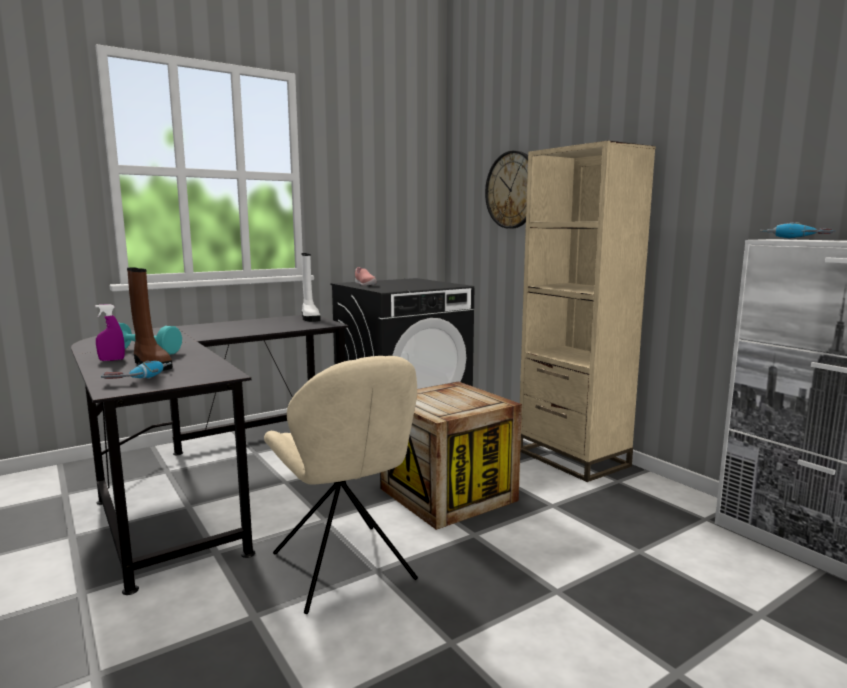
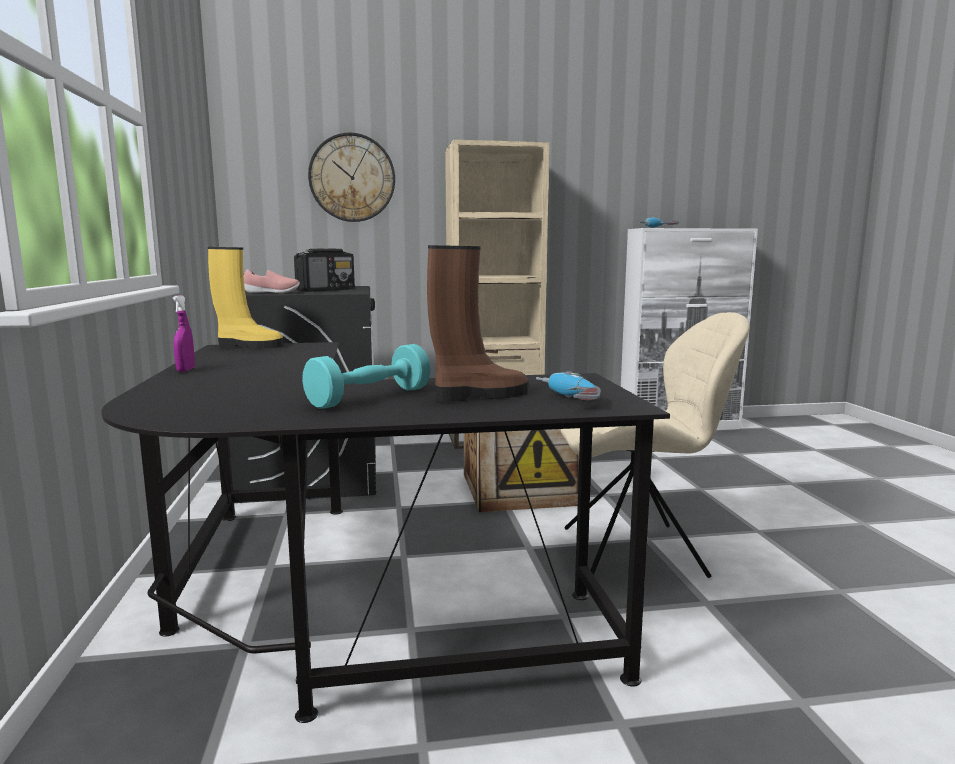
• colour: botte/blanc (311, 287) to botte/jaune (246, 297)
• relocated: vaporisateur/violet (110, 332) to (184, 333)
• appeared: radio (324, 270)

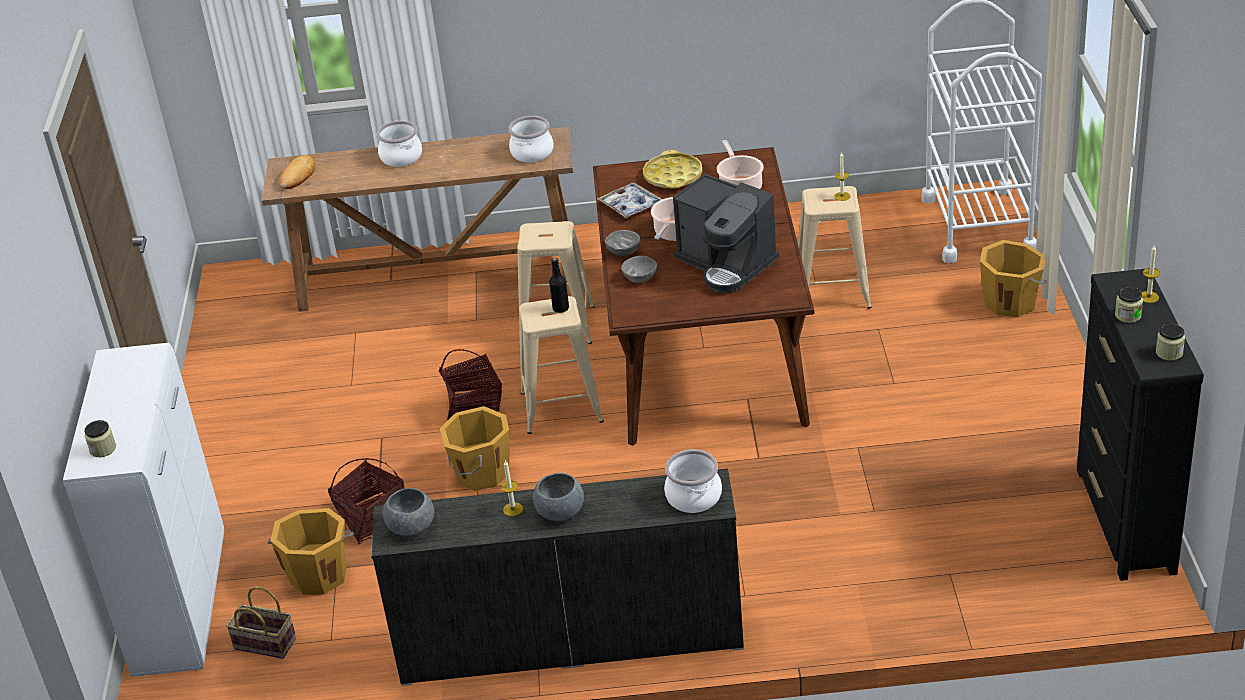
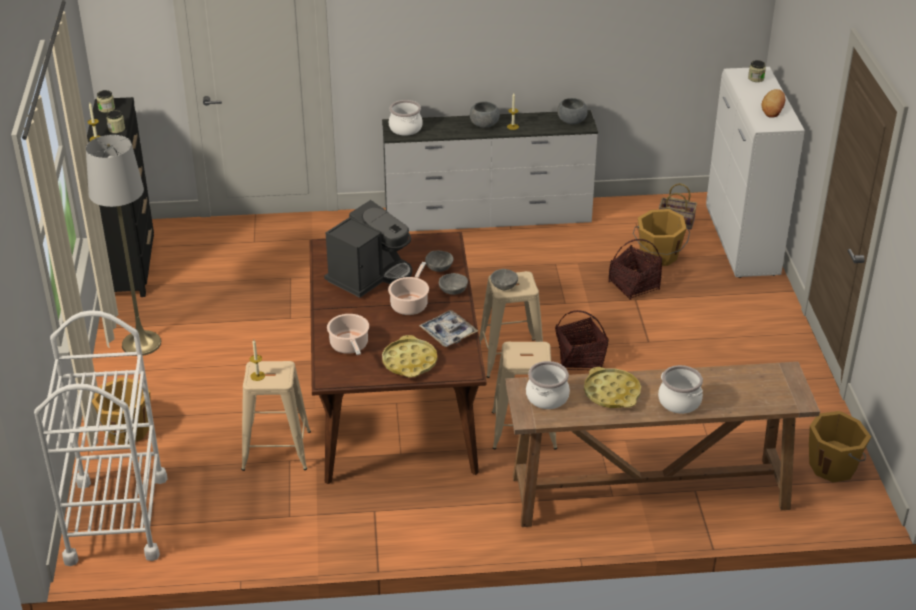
• relocated: pain (297, 172) to (773, 103)
• spun: machine à café (726, 233) = (368, 249) 90 degrees clockwise
• exchanged: bouteille/noir (559, 285) to bol/gris (504, 279)
• relocated: seau/orange (475, 448) to (840, 447)
• appeared: lampadaire/gris (123, 245)
• appeared: plateau/jaune (612, 387)

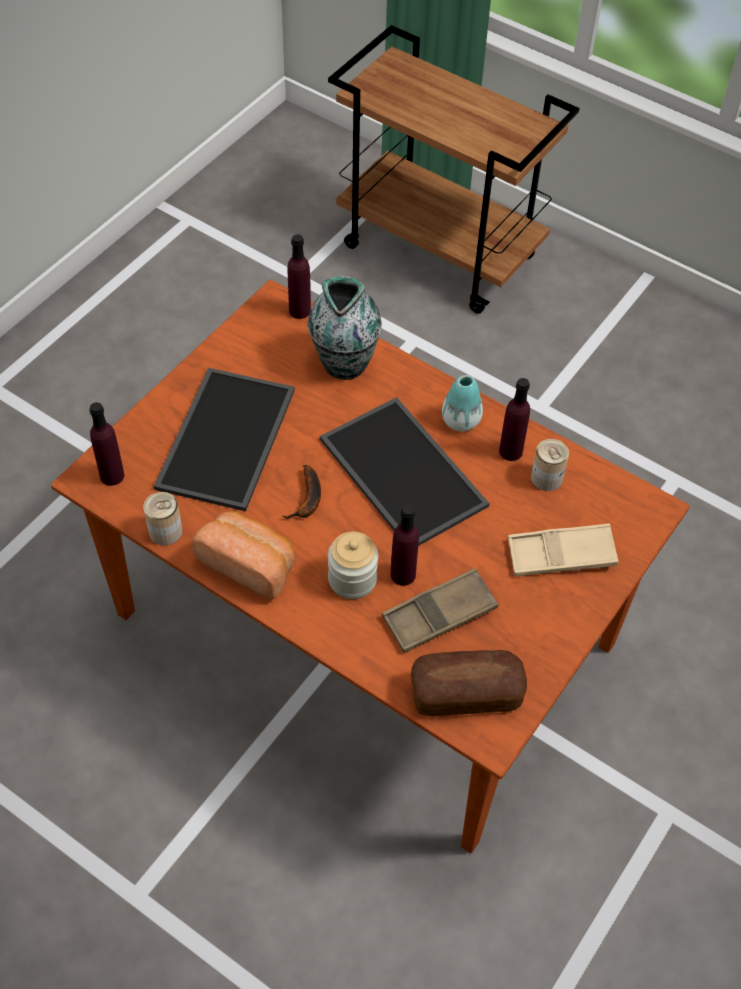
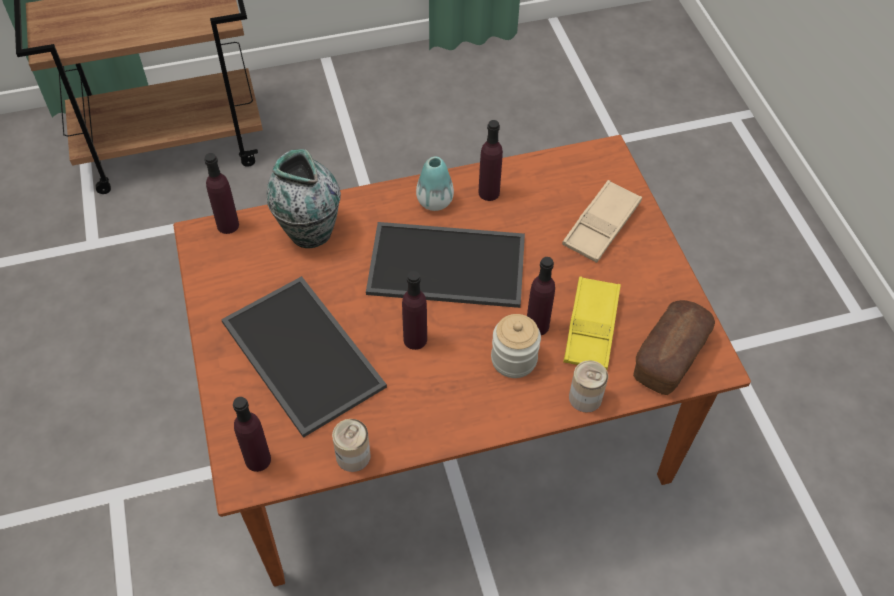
• relocated: boîte métallique (550, 465) to (588, 386)
• exchanged: banane (301, 492) to bouteille/violet (414, 310)
• missing: pain (243, 555)
• colour: plateau/marron (440, 610) to plateau/jaune (592, 323)

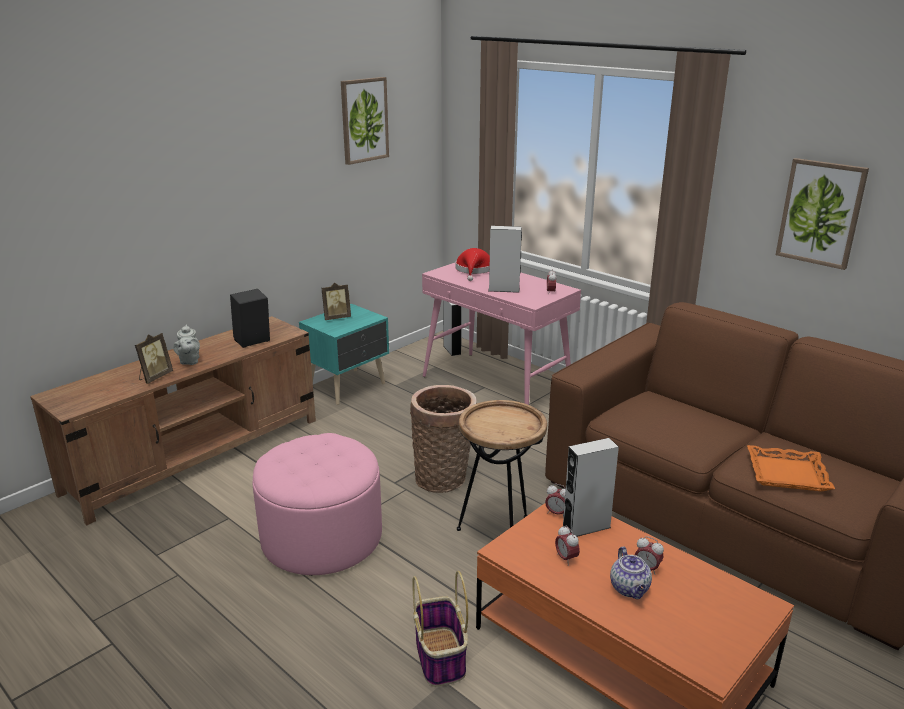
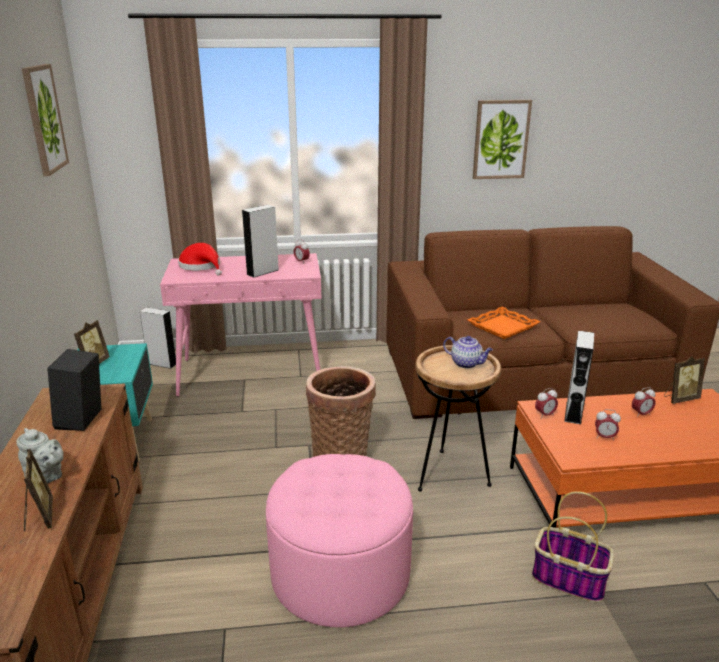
• relocated: plateau/orange (791, 468) to (504, 322)
• relocated: théière (631, 573) to (468, 352)
• appeared: cadre photo (684, 380)

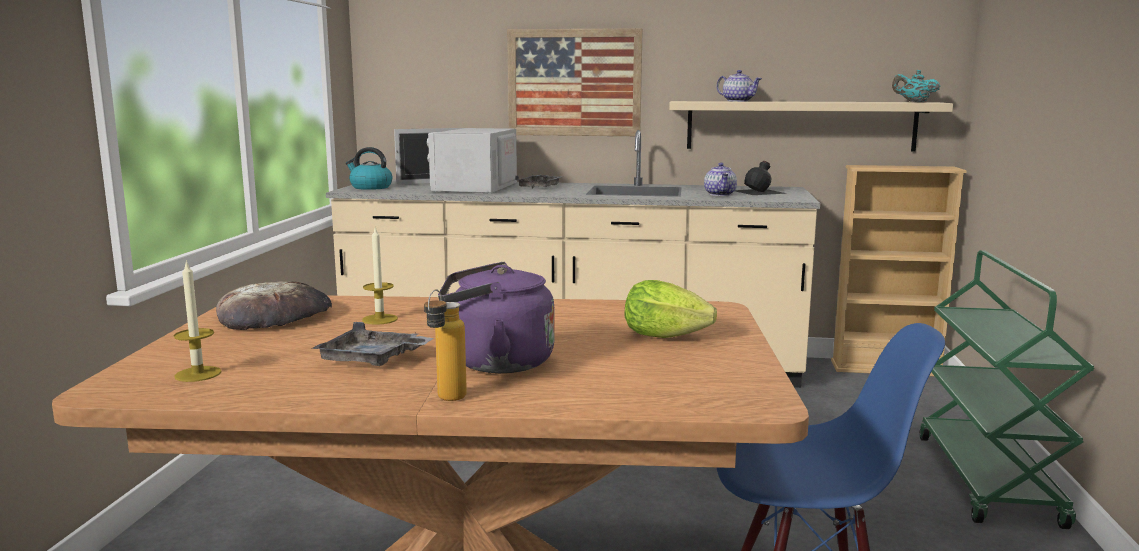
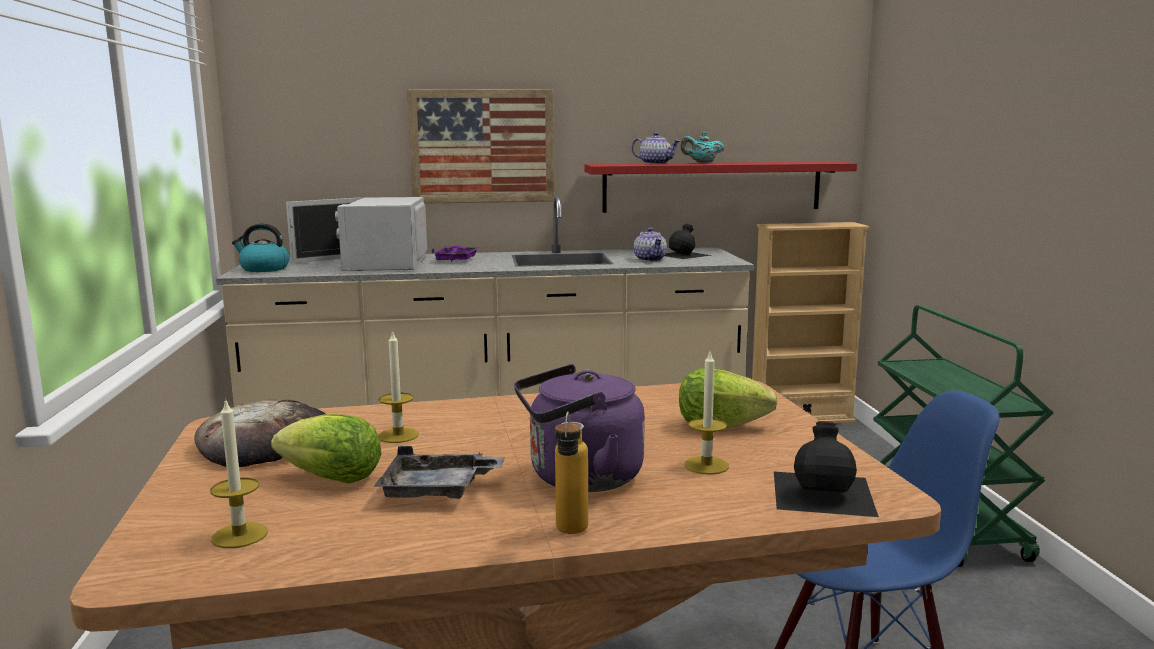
• relocated: théière/turquoise (916, 86) to (702, 147)
• colour: étagère/beige (811, 126) to étagère/rouge (720, 187)
• colour: plateau/gris (539, 181) to plateau/violet (455, 254)
• appeared: bougie (706, 413)
• appeared: laitue (326, 449)
• appeared: bouteille/noir (826, 469)

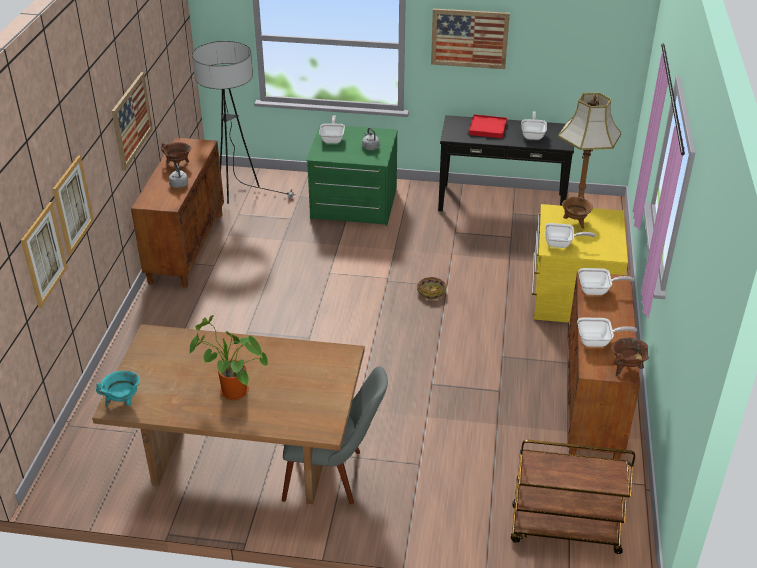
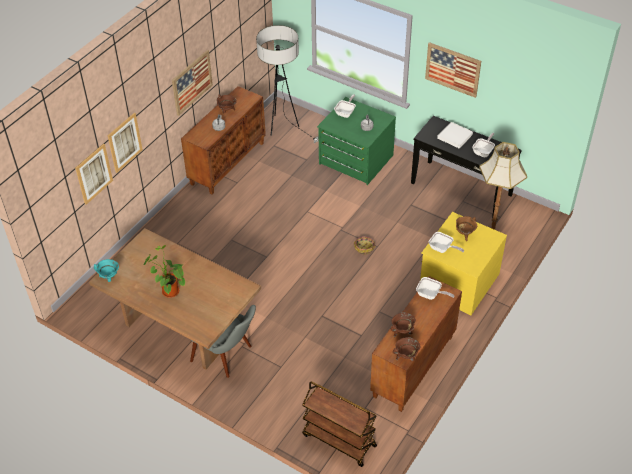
• colour: plateau/rouge (488, 126) to plateau/blanc (455, 135)
• exchanged: poêle (607, 332) to marmite/marron (403, 324)

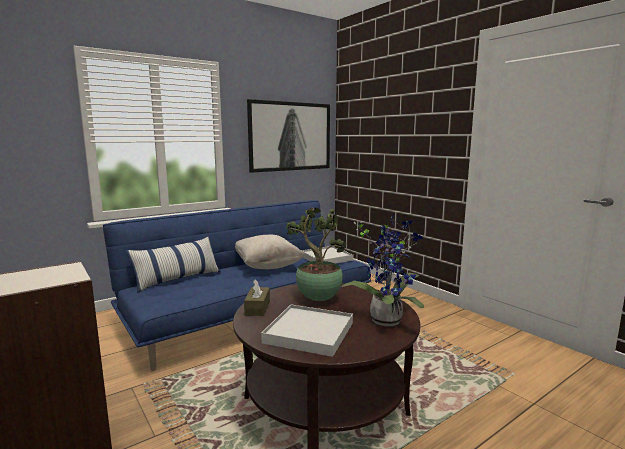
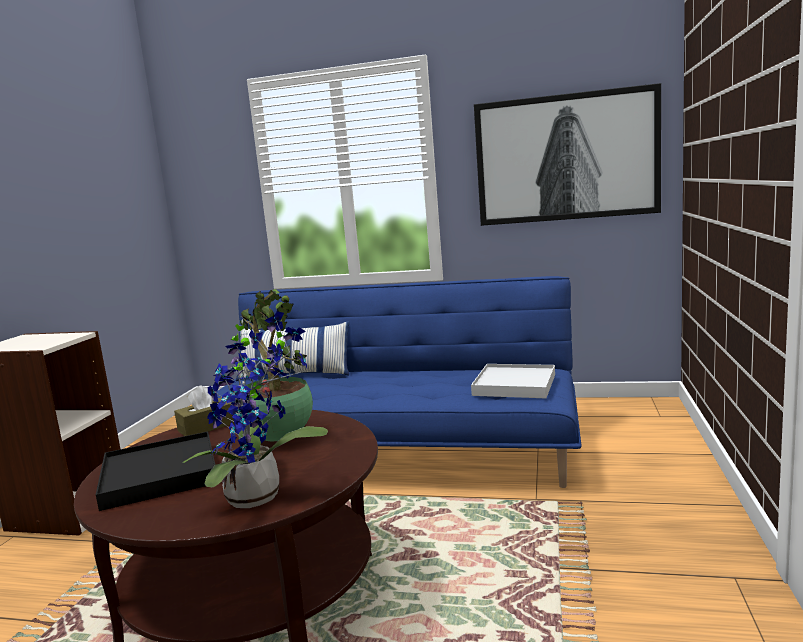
• missing: coussin/beige (270, 251)
• colour: plateau/blanc (307, 330) to plateau/noir (155, 471)

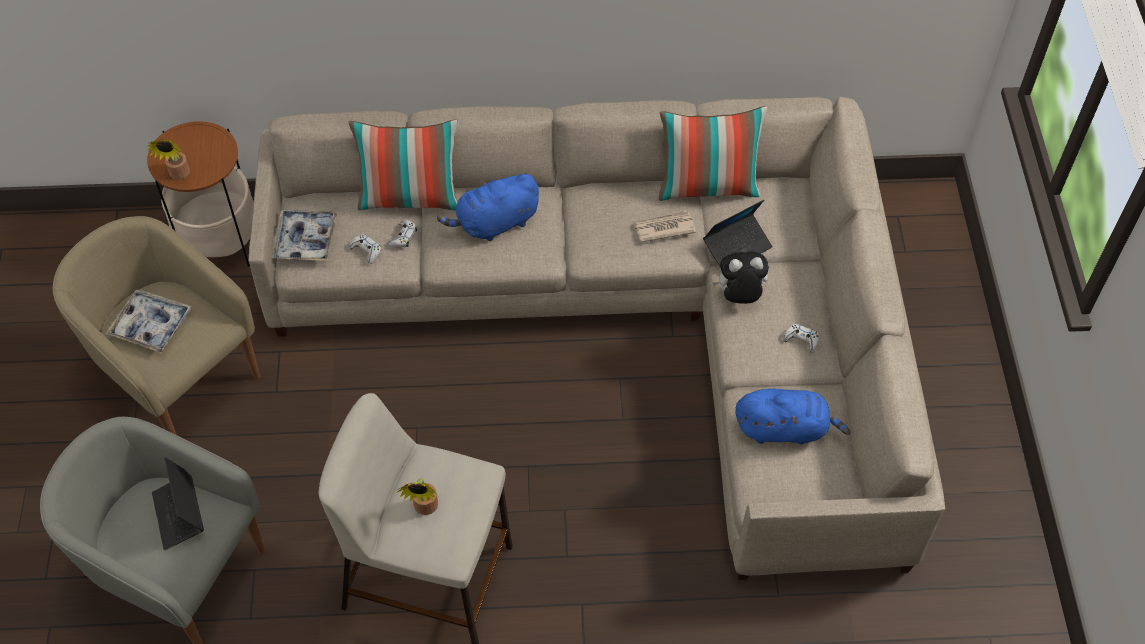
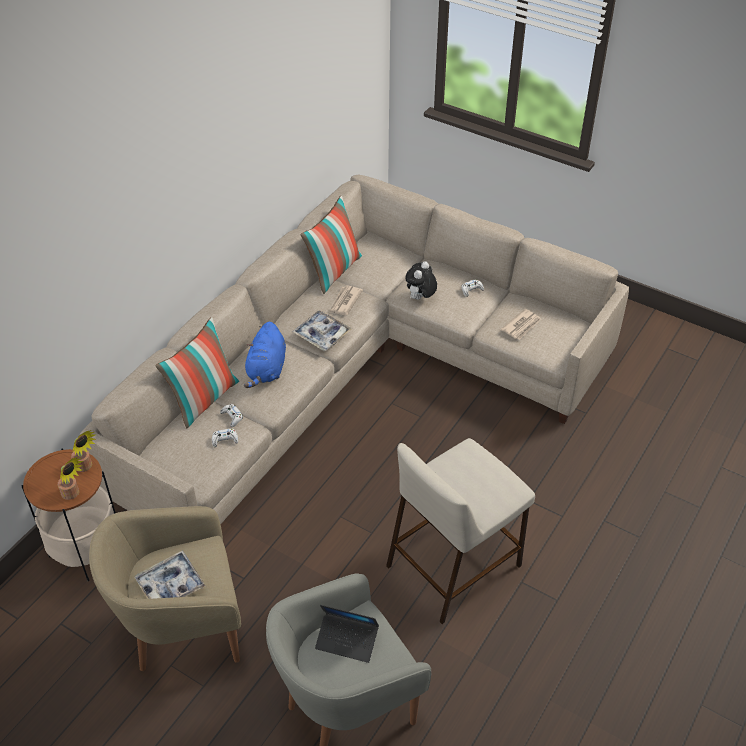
• missing: ordinateur portable (738, 233)
• relocated: plateau (305, 235) to (322, 330)
• exchanged: peluche/bleu (793, 416) to journal (521, 324)
• relocated: plante en pot (418, 496) to (83, 451)

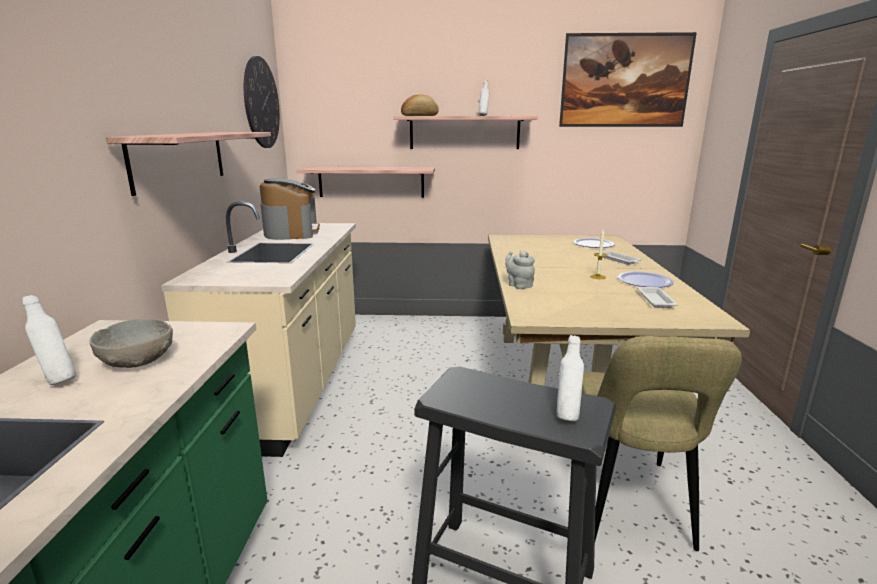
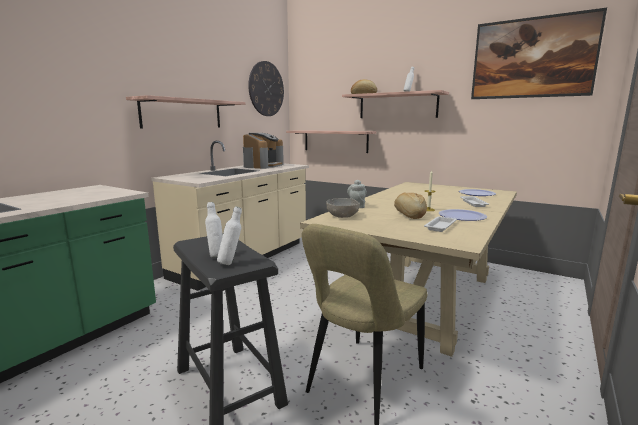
• relocated: bouteille/blanc (49, 340) to (214, 229)
• relocated: bol/gris (131, 343) to (343, 208)
• appeared: pain (410, 205)

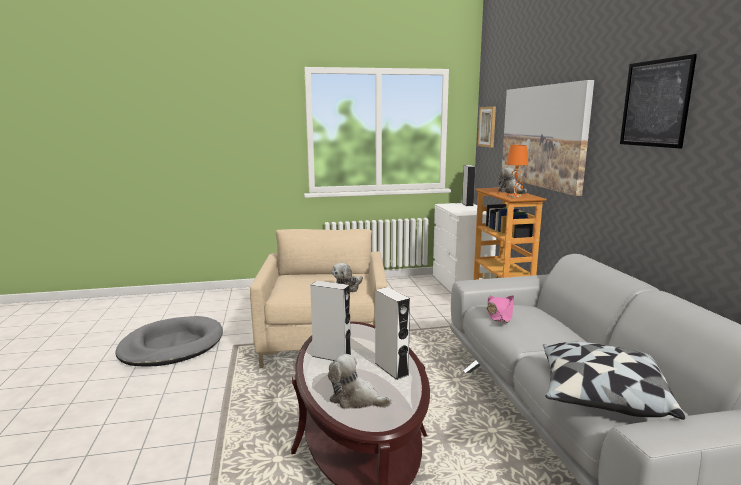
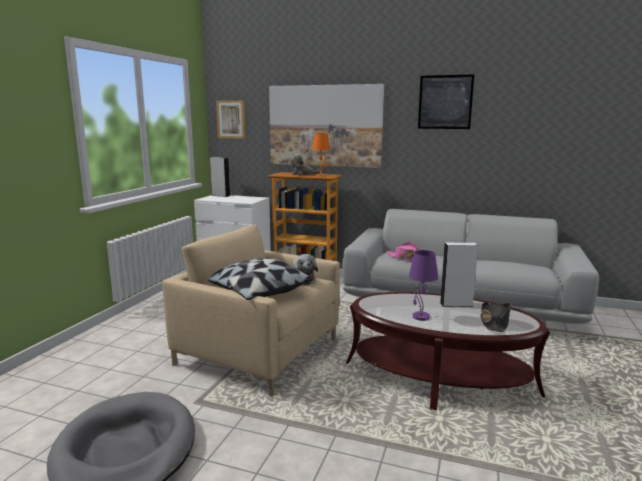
• exchanged: enceinte/gris (330, 321) to lampe de table/violet (423, 285)
• relocated: coussin (614, 381) to (260, 279)
• exchanged: peluche (360, 381) to chapeau/noir (495, 317)

